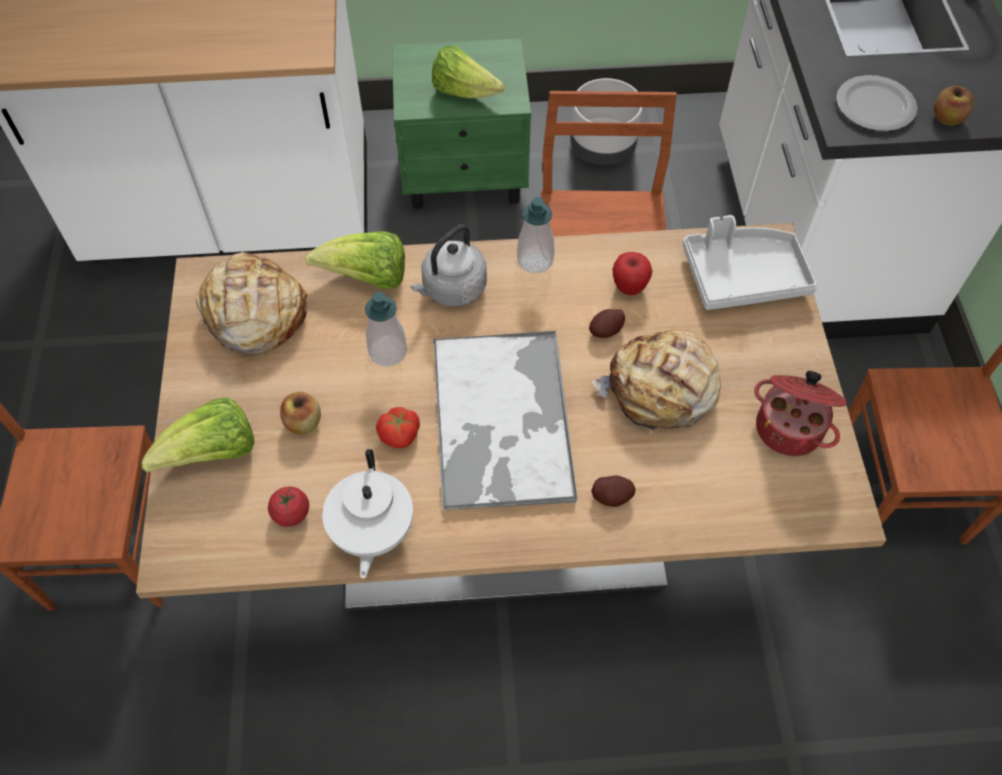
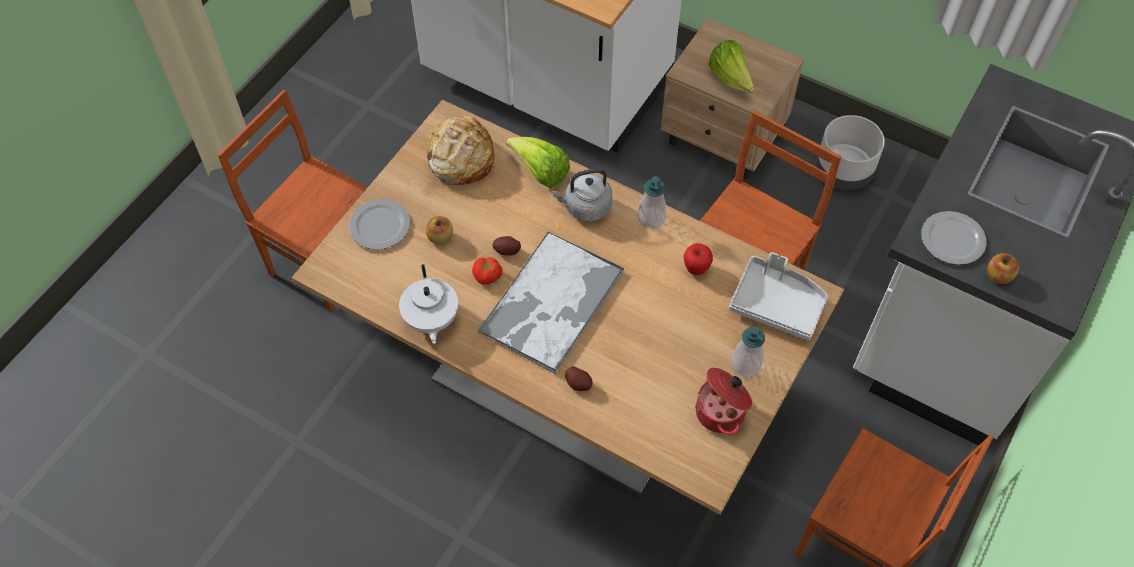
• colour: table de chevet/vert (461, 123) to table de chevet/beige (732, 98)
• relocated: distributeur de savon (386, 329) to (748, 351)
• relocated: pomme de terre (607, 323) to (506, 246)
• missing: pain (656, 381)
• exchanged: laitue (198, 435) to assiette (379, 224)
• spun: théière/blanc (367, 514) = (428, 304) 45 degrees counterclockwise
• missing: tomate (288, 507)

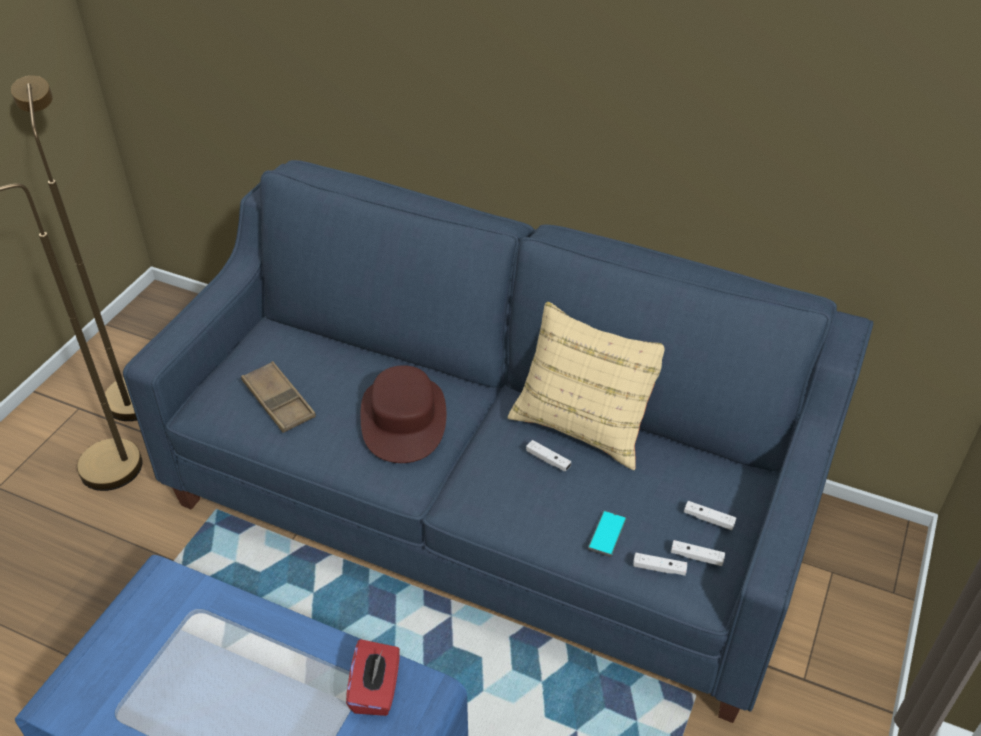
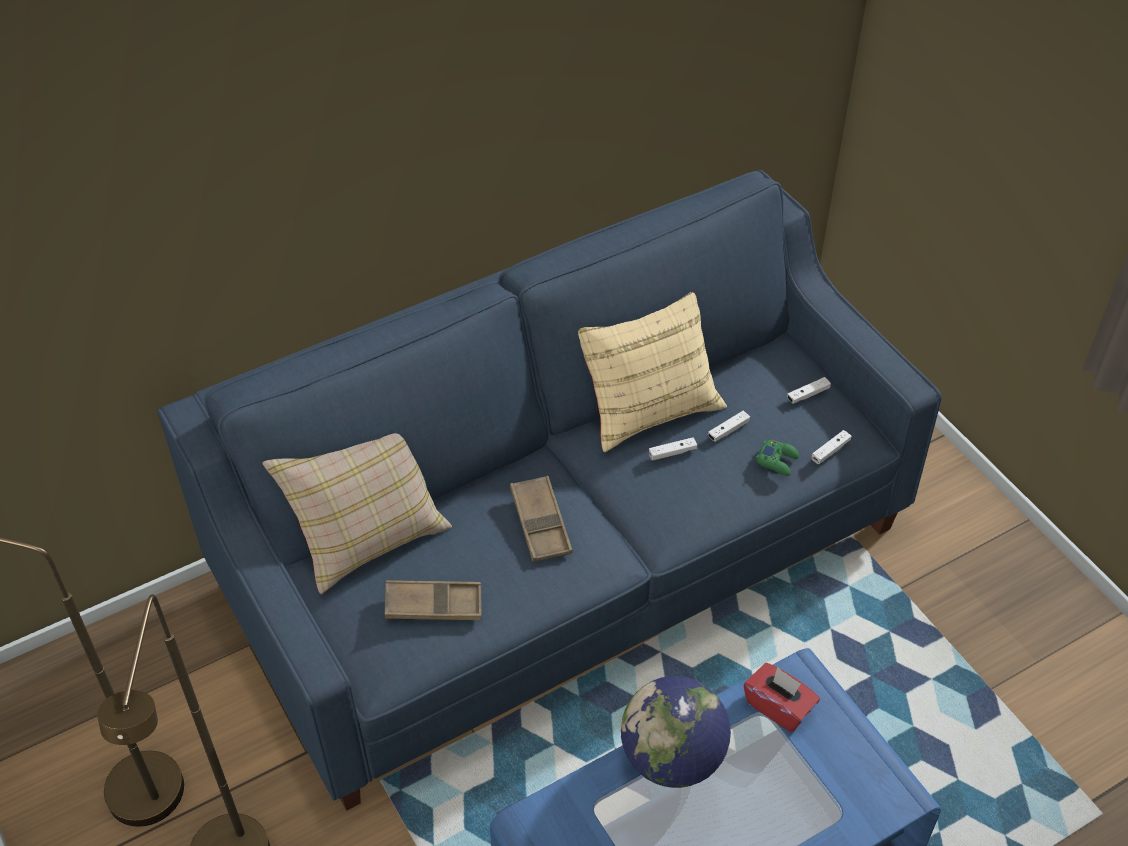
• exchanged: chapeau/marron (403, 414) to plateau/marron (541, 519)
• exchanged: téléphone (607, 533) to manette/vert (777, 458)
• relocated: manette/blanc (698, 553) to (729, 426)
• appeared: coussin/beige (357, 513)
• appeared: globe (676, 732)

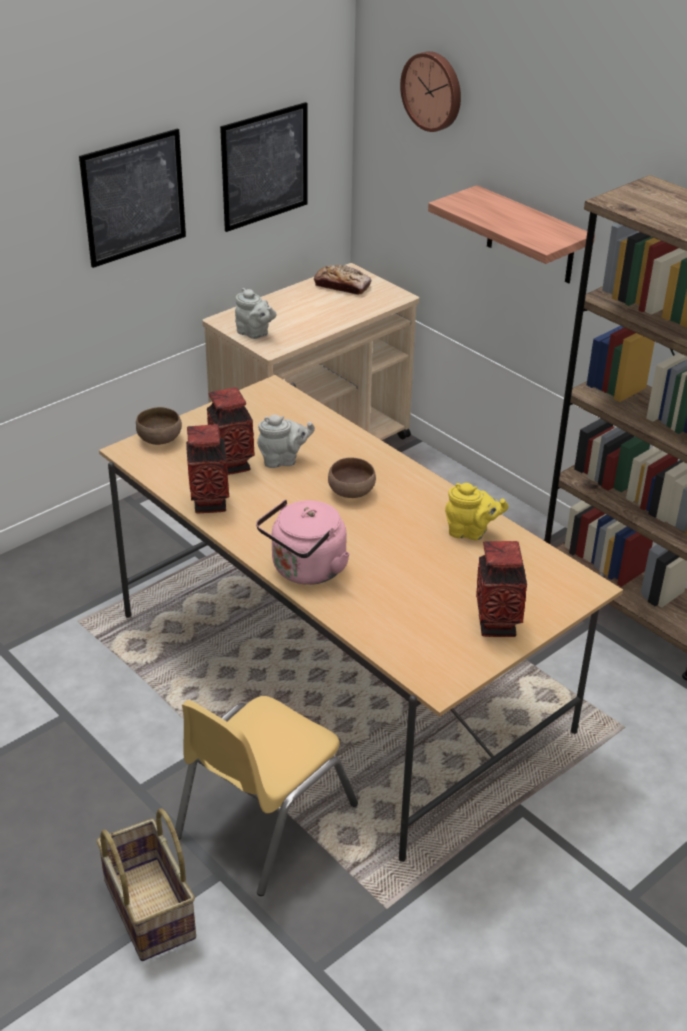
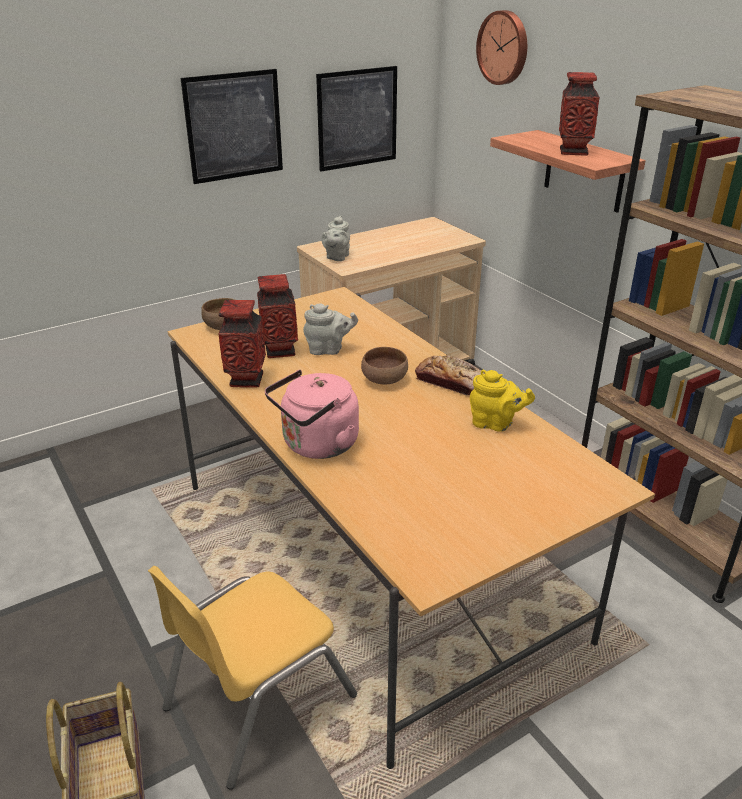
• relocated: pain (343, 280) to (450, 376)
• spun: théière/gris (256, 313) = (335, 238) 60 degrees clockwise
• relocated: vase (501, 589) to (579, 113)

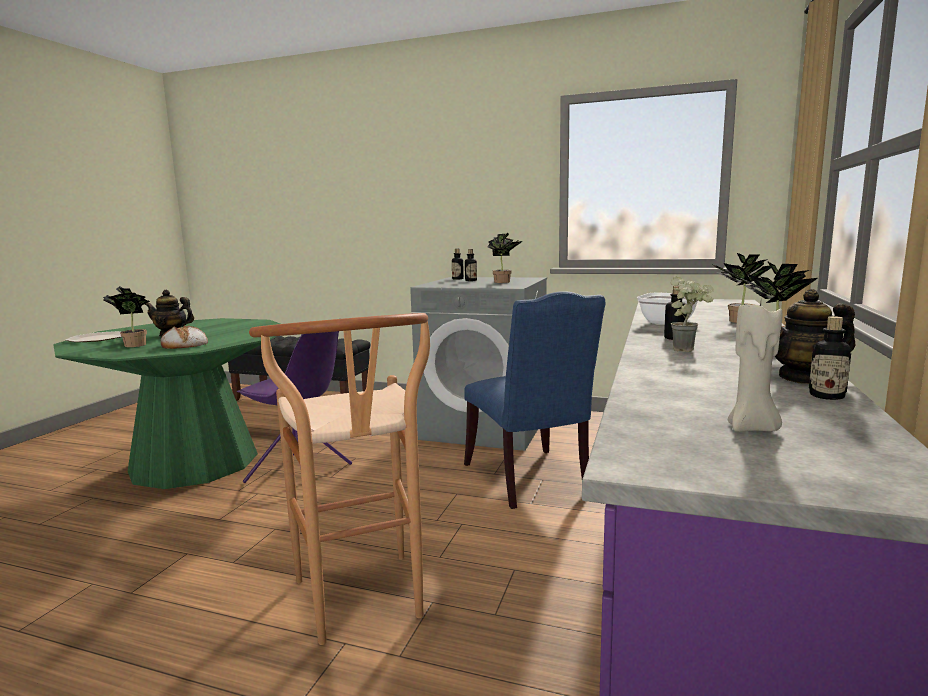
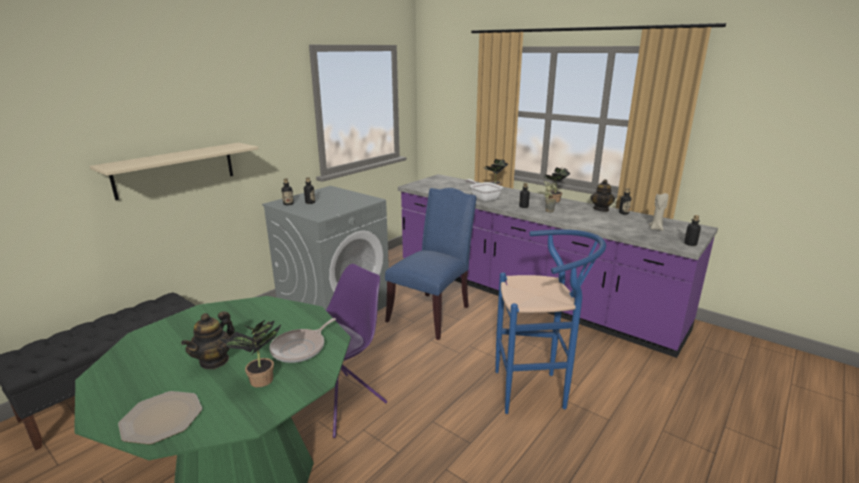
• missing: plante en pot (505, 258)
• spun: chaise/bleu (535, 400) = (431, 264) 60 degrees counterclockwise
• colour: tabouret/marron (339, 479) to tabouret/bleu (550, 321)
• exchanged: pain (184, 337) to poêle (302, 340)
• appeared: étagère/beige (174, 171)
• appeared: bouteille (692, 230)

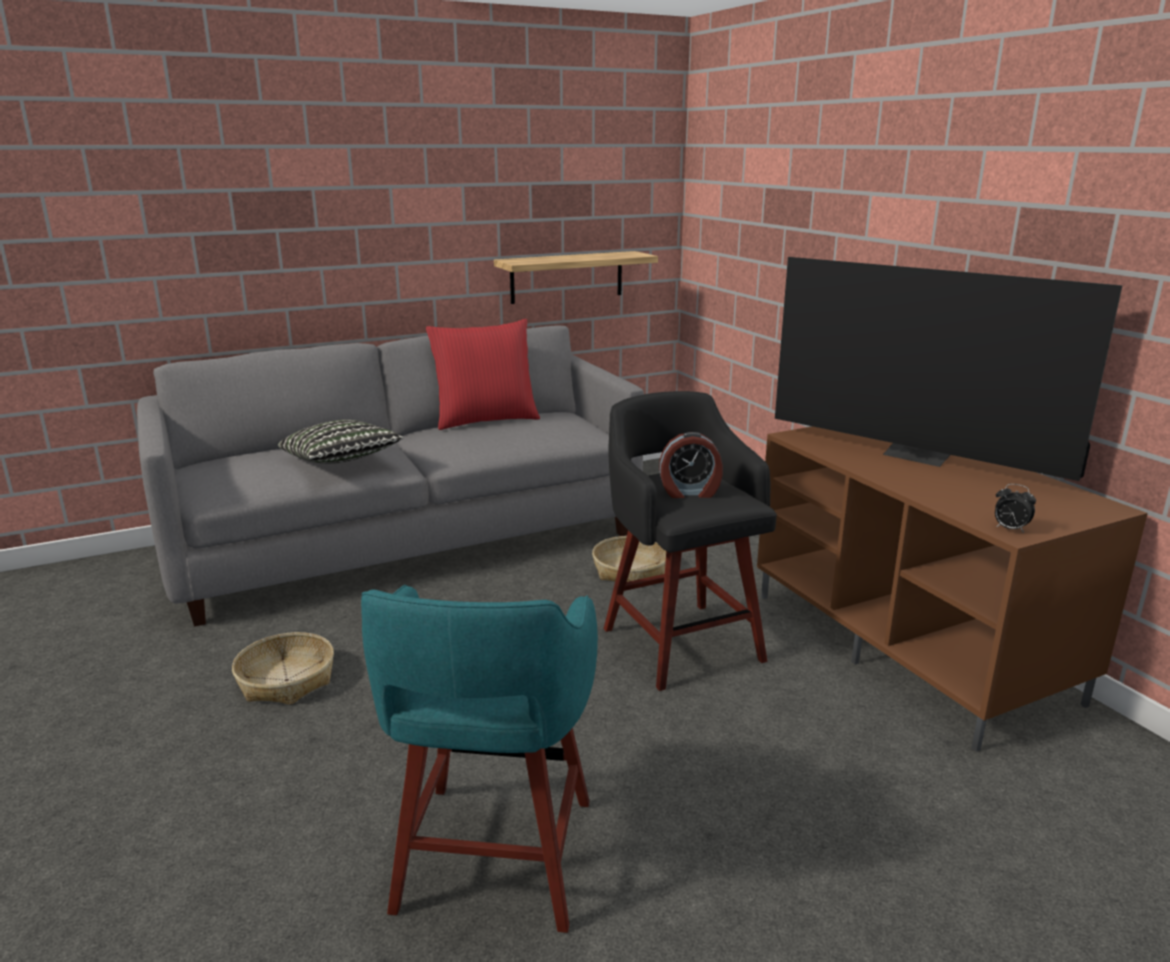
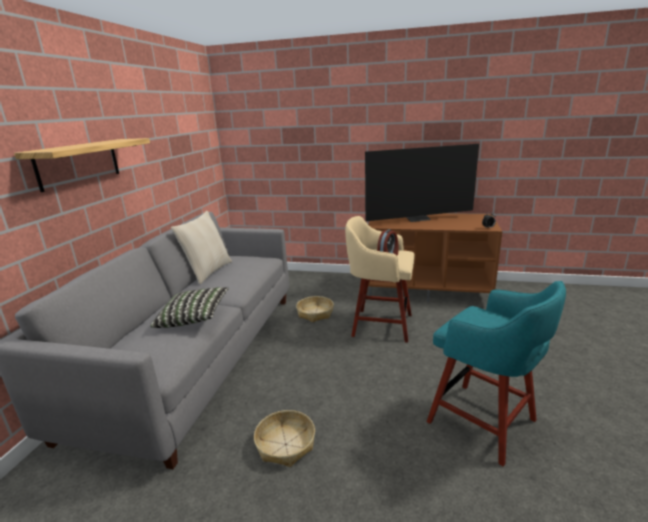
• relocated: étagère (576, 277) to (82, 165)
• colour: coussin/rouge (483, 374) to coussin/beige (201, 247)
• colour: tabouret/noir (690, 541) to tabouret/beige (380, 279)

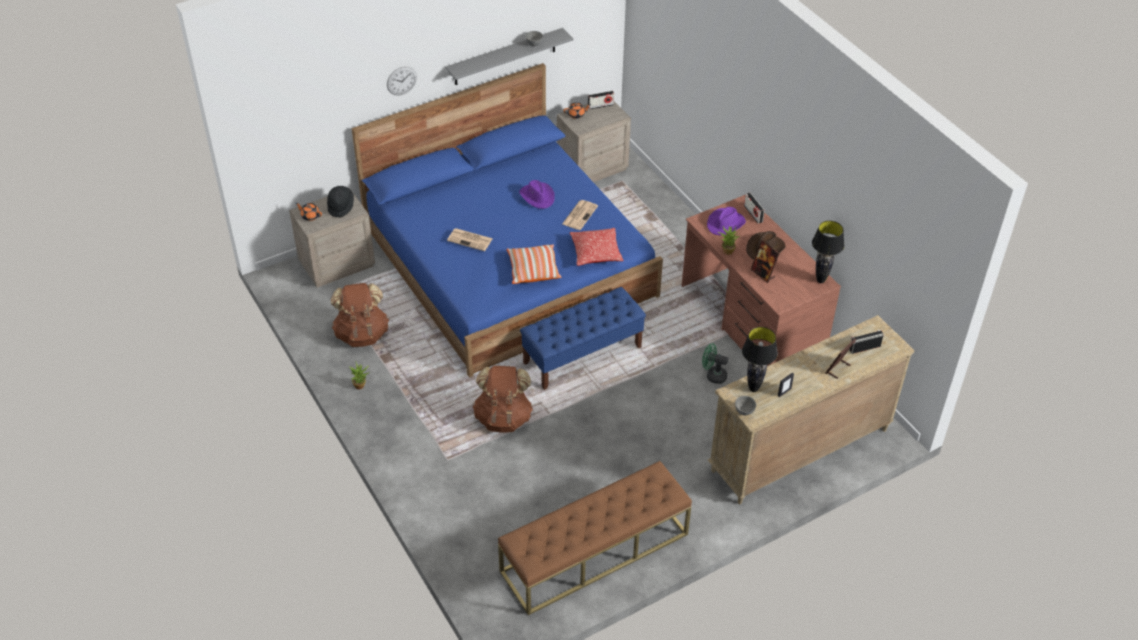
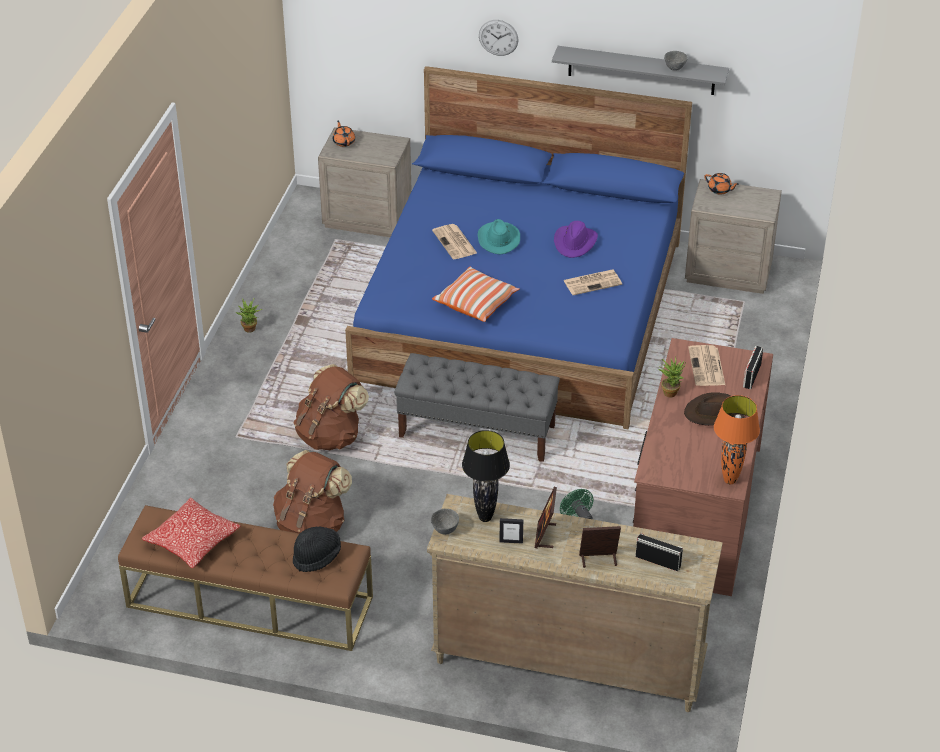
• missing: radio (601, 100)
• relocated: chapeau/noir (340, 202) to (317, 549)
• exchanged: chapeau/violet (726, 221) to journal (706, 365)
• colour: lampe de table/noir (828, 252) to lampe de table/orange (737, 439)
• relocated: coussin (596, 247) to (191, 532)
• relocated: cadre photo (765, 261) to (546, 518)
• relocated: sac à dos/marron (360, 315) to (312, 492)
• colour: banc/bleu (583, 338) to banc/gris (477, 407)
• appeared: chapeau/turquoise (499, 236)

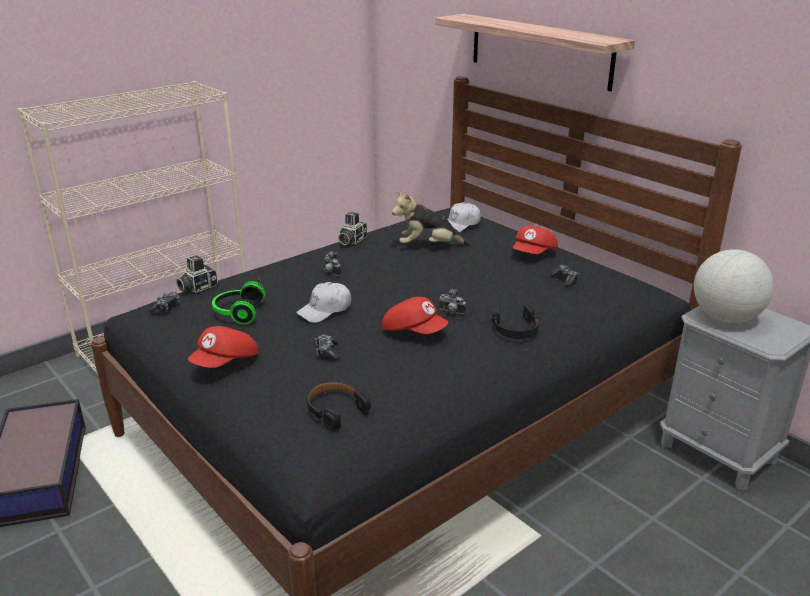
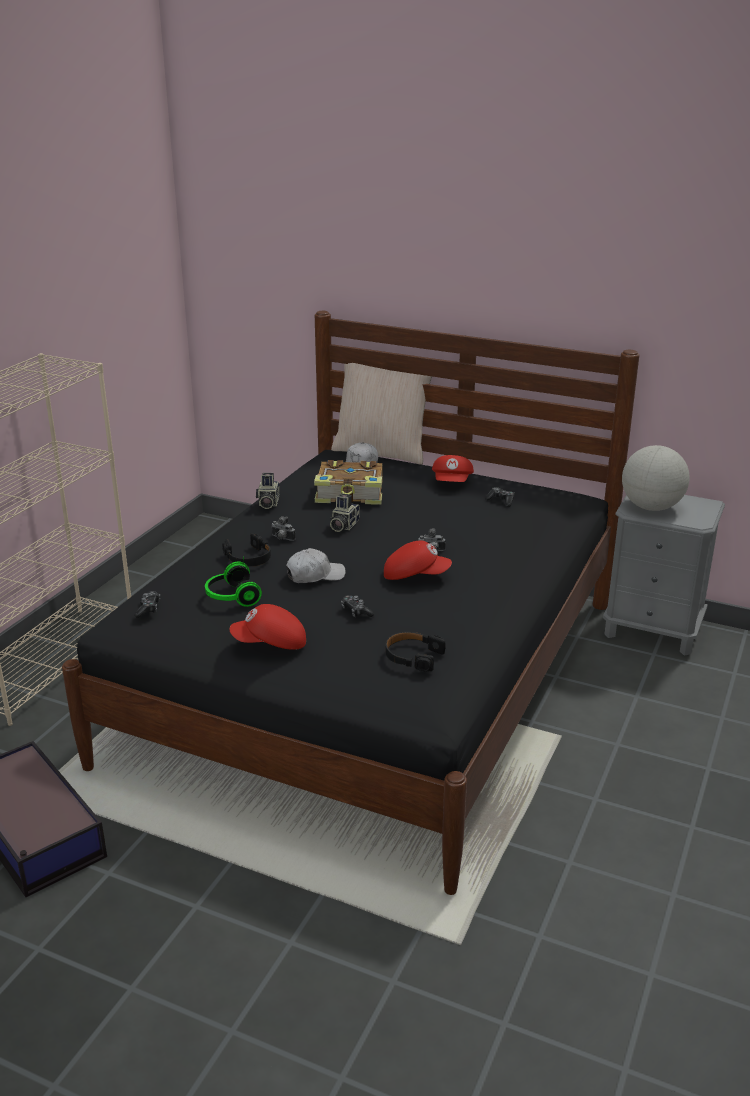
• missing: étagère (535, 52)
• exchanged: peluche (431, 218) to livre (348, 482)
• relocated: appareil photo (197, 274) to (344, 513)
• spun: casquette/blanc (323, 302) = (316, 565) 135 degrees counterclockwise
• relocated: casque audio/noir (515, 321) to (246, 550)
• spun: casquette/rouge (223, 347) = (267, 627) 75 degrees clockwise
• appeared: coussin/beige (381, 414)

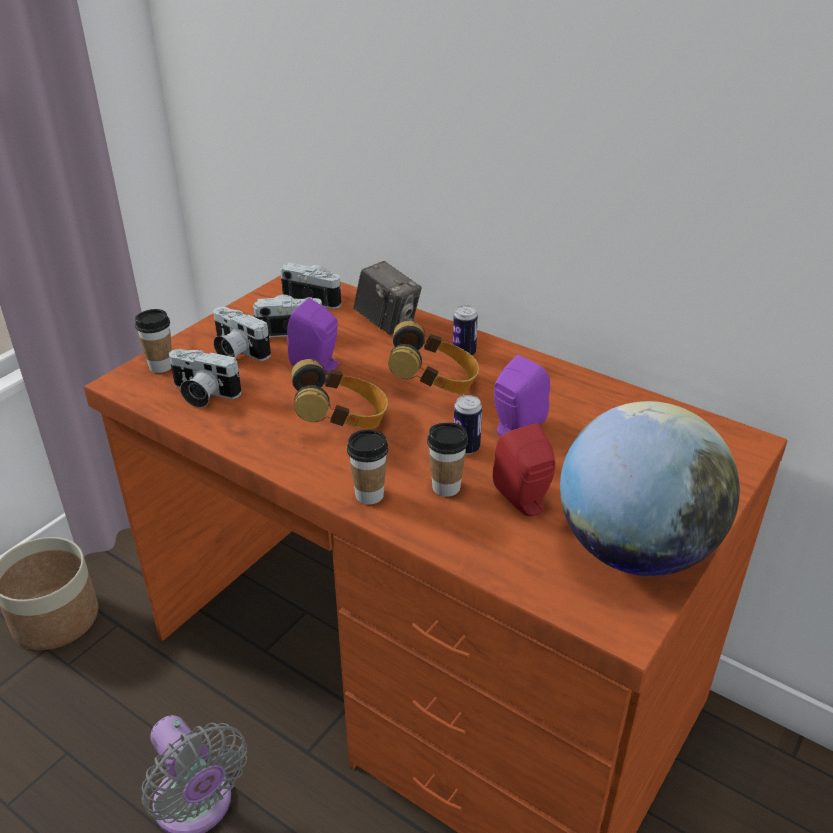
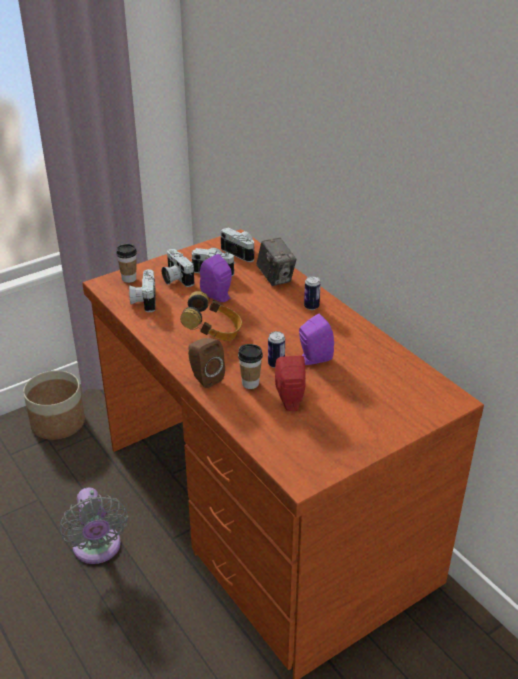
• missing: casque audio (433, 357)
• spun: appareil photo (205, 378) = (142, 290) 45 degrees clockwise
• missing: globe (650, 488)
• exchanged: tasse (367, 467) to enceinte/marron (206, 363)

